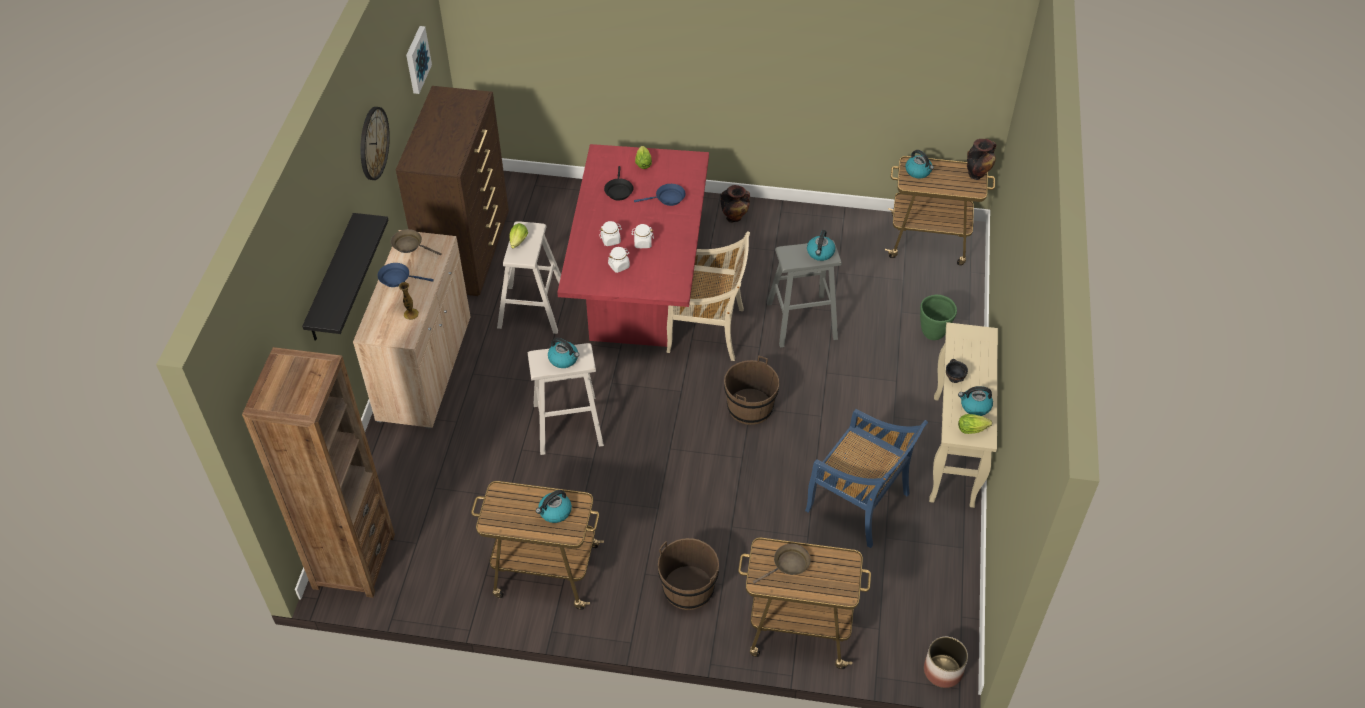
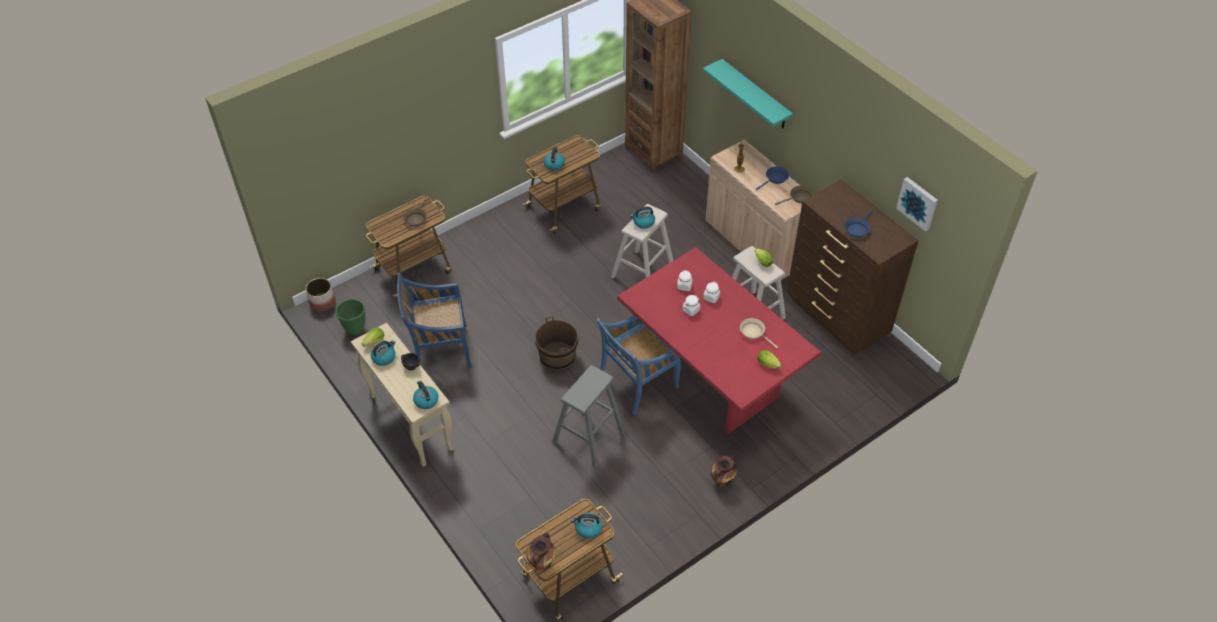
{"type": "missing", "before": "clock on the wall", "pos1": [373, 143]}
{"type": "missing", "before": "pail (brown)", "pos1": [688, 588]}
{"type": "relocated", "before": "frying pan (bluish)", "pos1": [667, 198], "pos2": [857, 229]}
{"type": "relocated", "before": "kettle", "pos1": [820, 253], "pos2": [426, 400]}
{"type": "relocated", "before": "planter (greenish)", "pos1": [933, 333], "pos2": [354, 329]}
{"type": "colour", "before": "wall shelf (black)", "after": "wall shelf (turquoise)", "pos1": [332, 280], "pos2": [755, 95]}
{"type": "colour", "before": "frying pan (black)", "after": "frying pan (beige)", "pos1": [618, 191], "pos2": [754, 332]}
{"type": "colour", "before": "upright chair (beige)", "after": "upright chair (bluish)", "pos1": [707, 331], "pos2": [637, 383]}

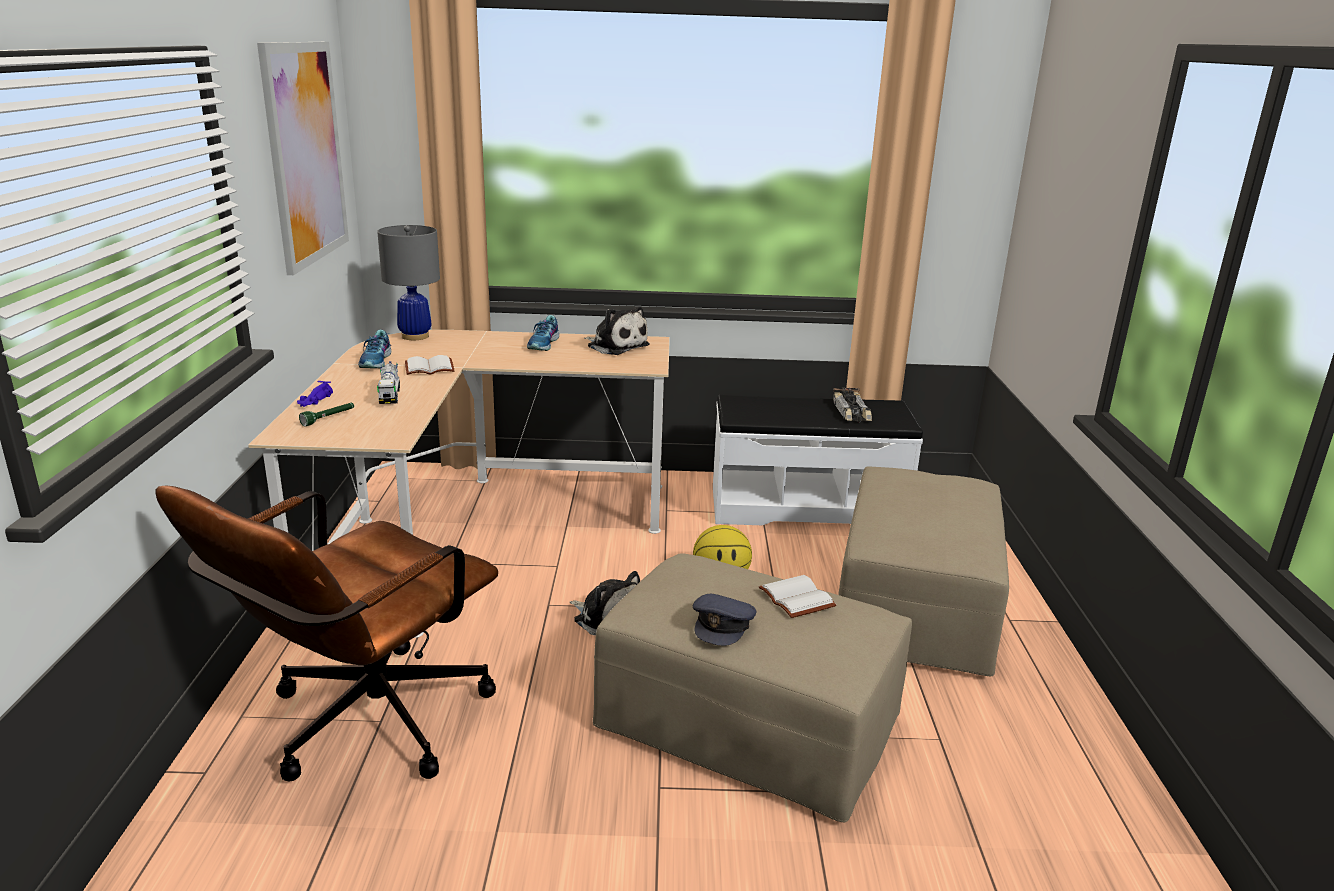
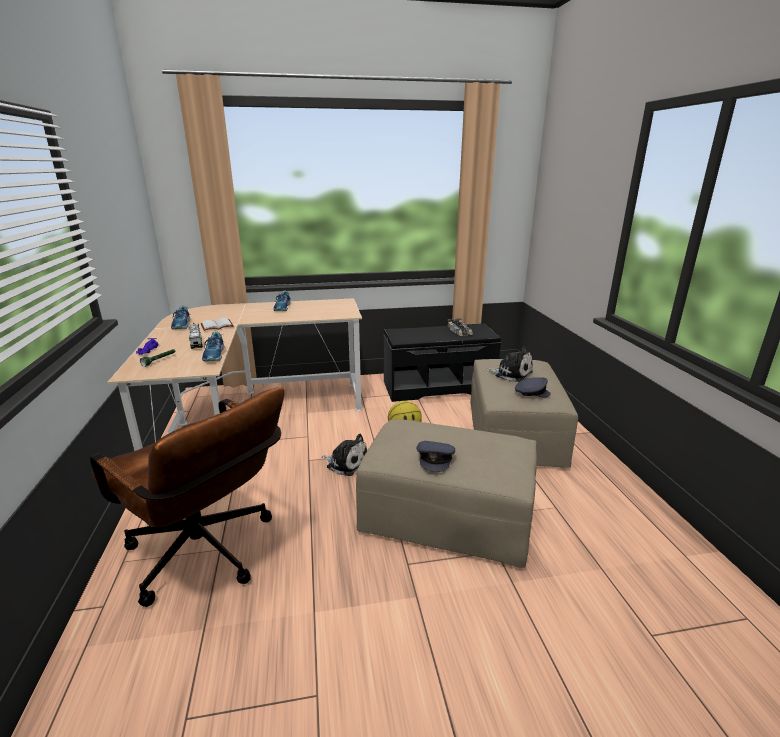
{"type": "missing", "before": "wall art", "pos1": [305, 153]}
{"type": "missing", "before": "lamp for a table (gray)", "pos1": [415, 336]}
{"type": "missing", "before": "bound book (whitish)", "pos1": [794, 598]}
{"type": "appeared", "after": "low shoe", "pos2": [215, 355]}
{"type": "appeared", "after": "baseball cap (gray)", "pos2": [531, 392]}
{"type": "relocated", "before": "cuddly toy", "pos1": [616, 346], "pos2": [511, 374]}
{"type": "colour", "before": "bench (whitish)", "after": "bench (black)", "pos1": [806, 507], "pos2": [438, 387]}
{"type": "spun", "before": "desk chair (brown)", "pos1": [362, 727], "pos2": [208, 556], "turn": -75}

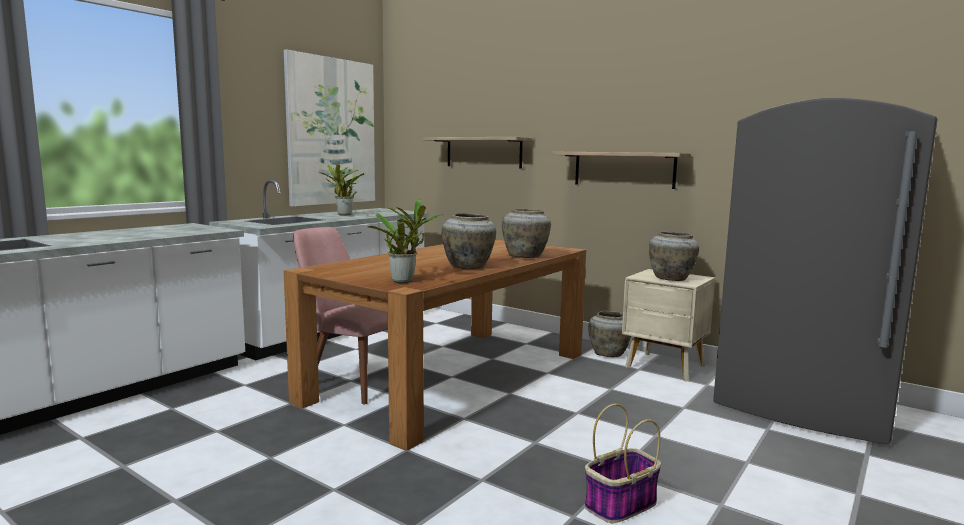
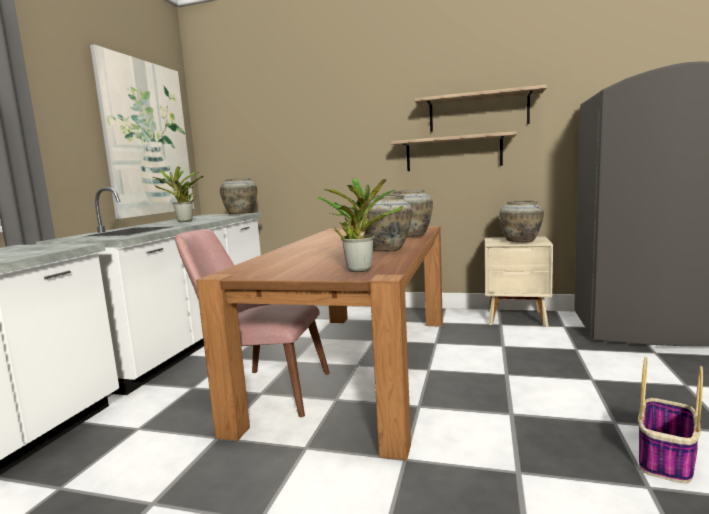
{"type": "relocated", "before": "wall shelf", "pos1": [483, 152], "pos2": [478, 112]}
{"type": "relocated", "before": "flower vase (beige)", "pos1": [609, 354], "pos2": [241, 214]}

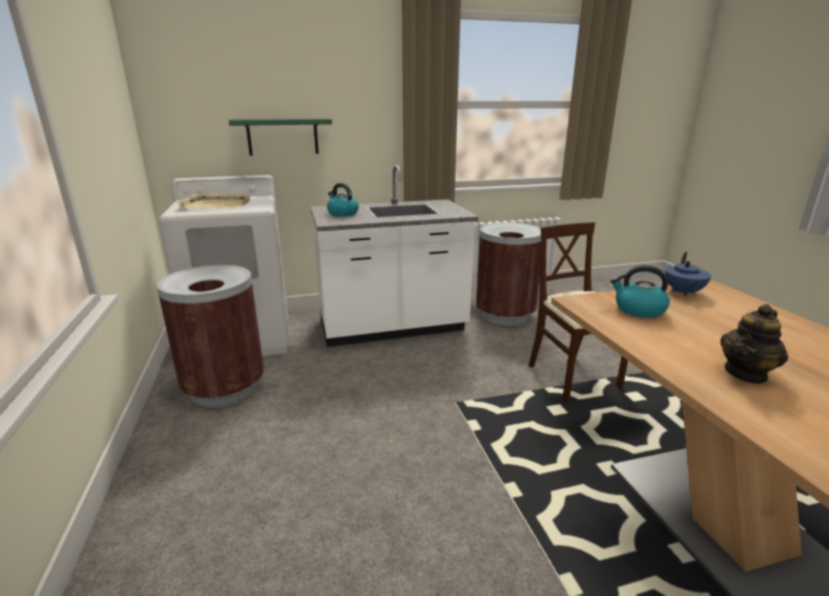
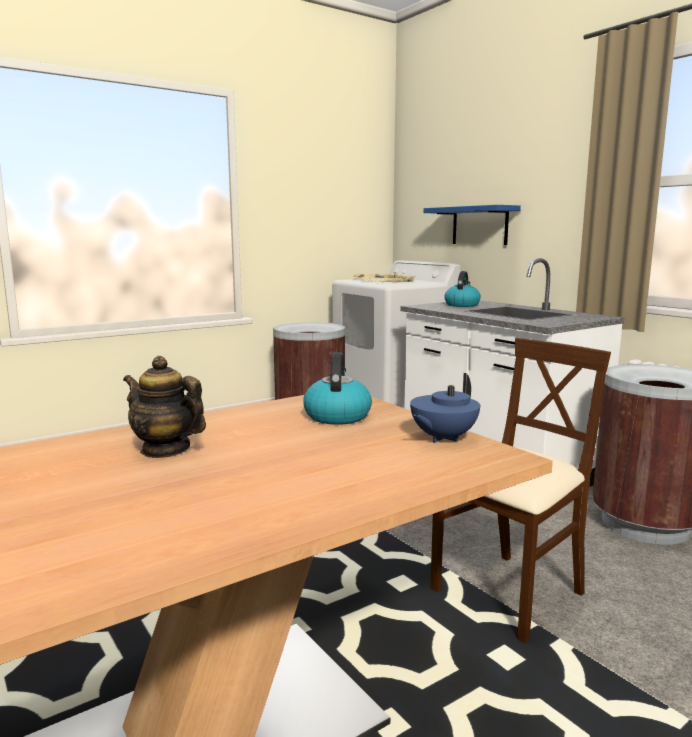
{"type": "colour", "before": "wall shelf (greenish)", "after": "wall shelf (bluish)", "pos1": [282, 136], "pos2": [479, 225]}
{"type": "spun", "before": "pot for tea (bluish)", "pos1": [683, 292], "pos2": [442, 438], "turn": -45}

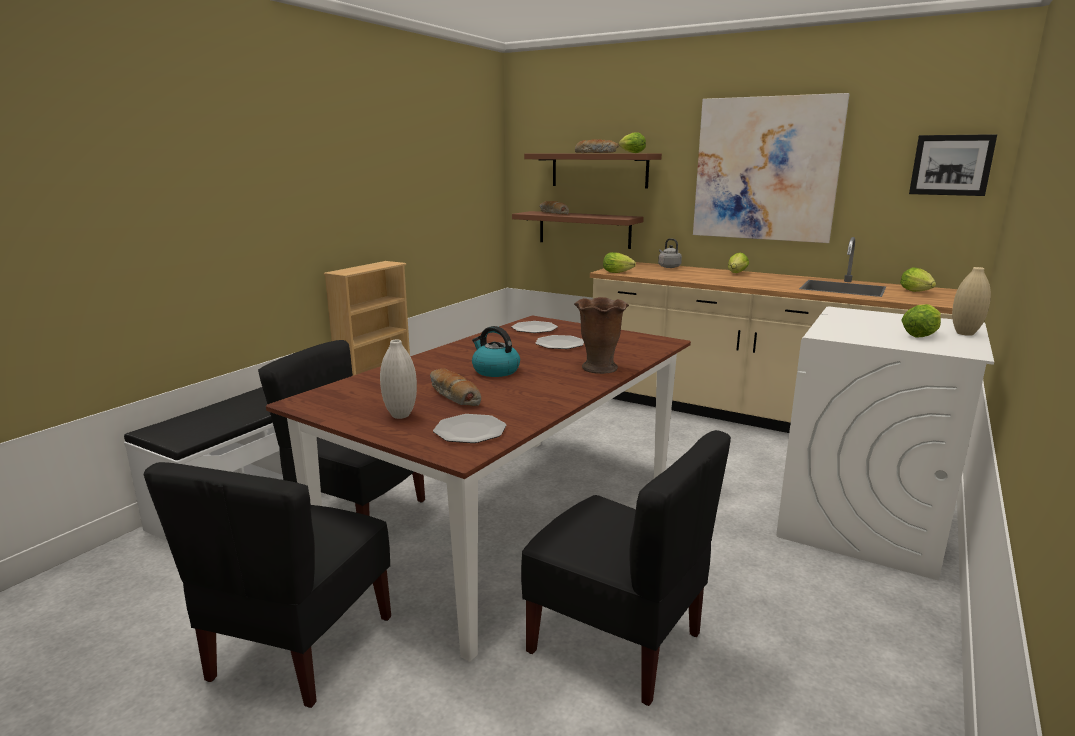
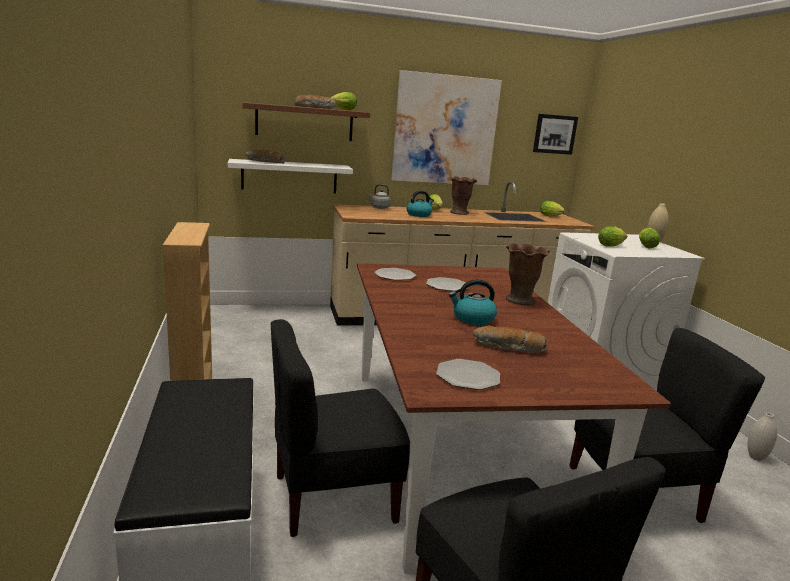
{"type": "appeared", "after": "kettle", "pos2": [419, 215]}
{"type": "appeared", "after": "flower vase (brown)", "pos2": [459, 213]}
{"type": "relocated", "before": "flower vase (whitish)", "pos1": [400, 415], "pos2": [755, 457]}
{"type": "relocated", "before": "flat dish", "pos1": [470, 431], "pos2": [468, 376]}
{"type": "relocated", "before": "head of lettuce", "pos1": [619, 273], "pos2": [611, 246]}
{"type": "colour", "before": "wall shelf (brown)", "after": "wall shelf (whitish)", "pos1": [584, 229], "pos2": [289, 176]}

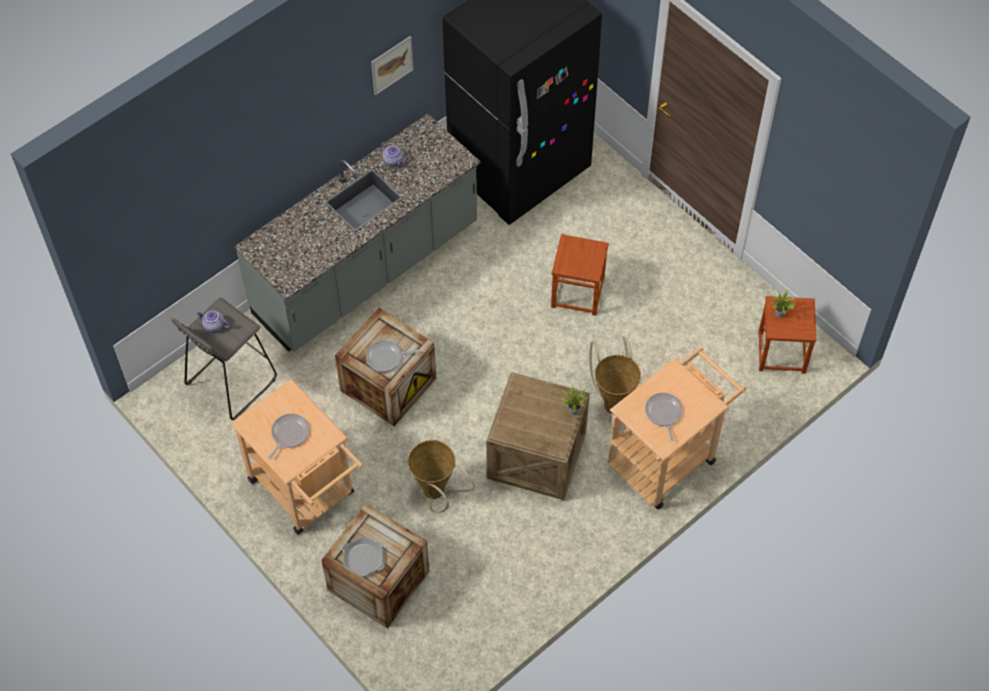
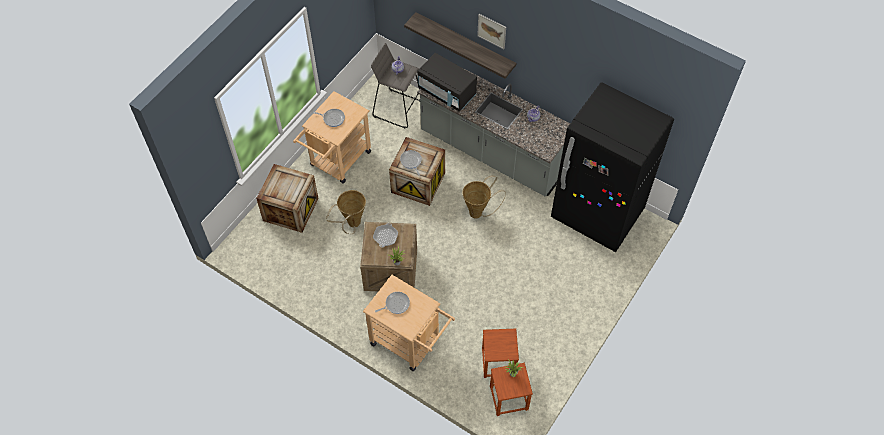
{"type": "appeared", "after": "wall shelf", "pos2": [465, 44]}
{"type": "appeared", "after": "microwave (black)", "pos2": [447, 92]}
{"type": "relocated", "before": "frying pan", "pos1": [363, 559], "pos2": [385, 236]}
{"type": "relocated", "before": "wall art", "pos1": [392, 65], "pos2": [492, 31]}
{"type": "relocated", "before": "stool (brown)", "pos1": [578, 292], "pos2": [498, 362]}
{"type": "relocated", "before": "storage basket", "pos1": [613, 400], "pos2": [478, 212]}

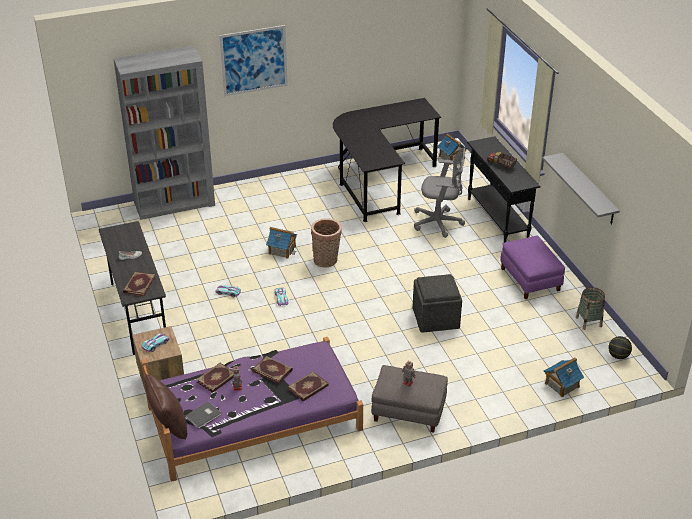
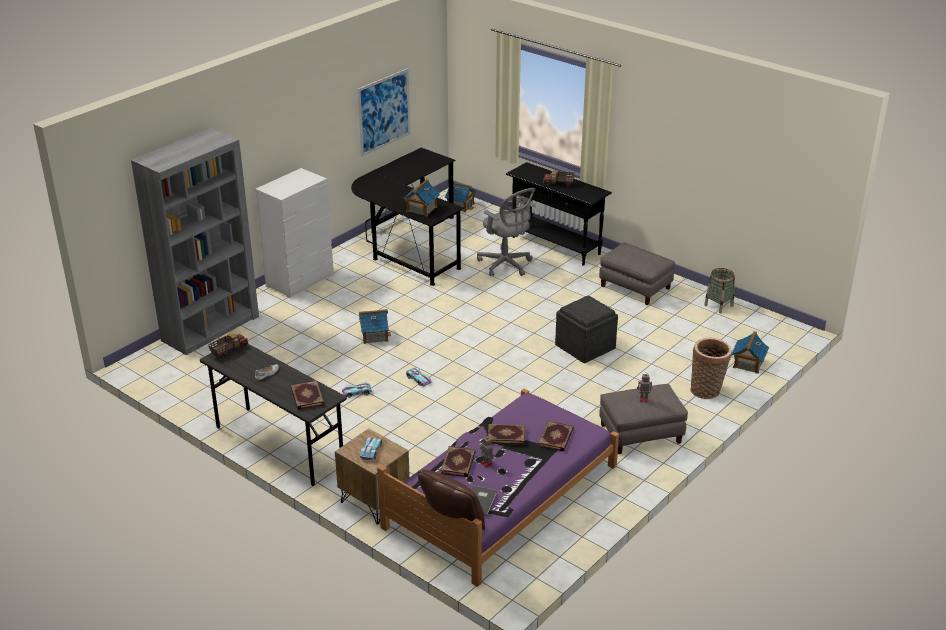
{"type": "missing", "before": "wall shelf (gray)", "pos1": [588, 189]}
{"type": "missing", "before": "ball for basketball", "pos1": [618, 356]}
{"type": "appeared", "after": "toy truck", "pos2": [228, 351]}
{"type": "appeared", "after": "drawer chest (whitish)", "pos2": [300, 280]}
{"type": "appeared", "after": "miniature house", "pos2": [421, 209]}
{"type": "relocated", "before": "wall art", "pos1": [254, 60], "pos2": [384, 112]}
{"type": "relocated", "before": "storage basket", "pos1": [326, 261], "pos2": [707, 390]}
{"type": "colour", "before": "pouffe (purple-coloured)", "after": "pouffe (gray)", "pos1": [530, 279], "pos2": [635, 287]}
{"type": "spun", "before": "desk chair (gray)", "pos1": [439, 223], "pos2": [506, 265], "turn": 75}

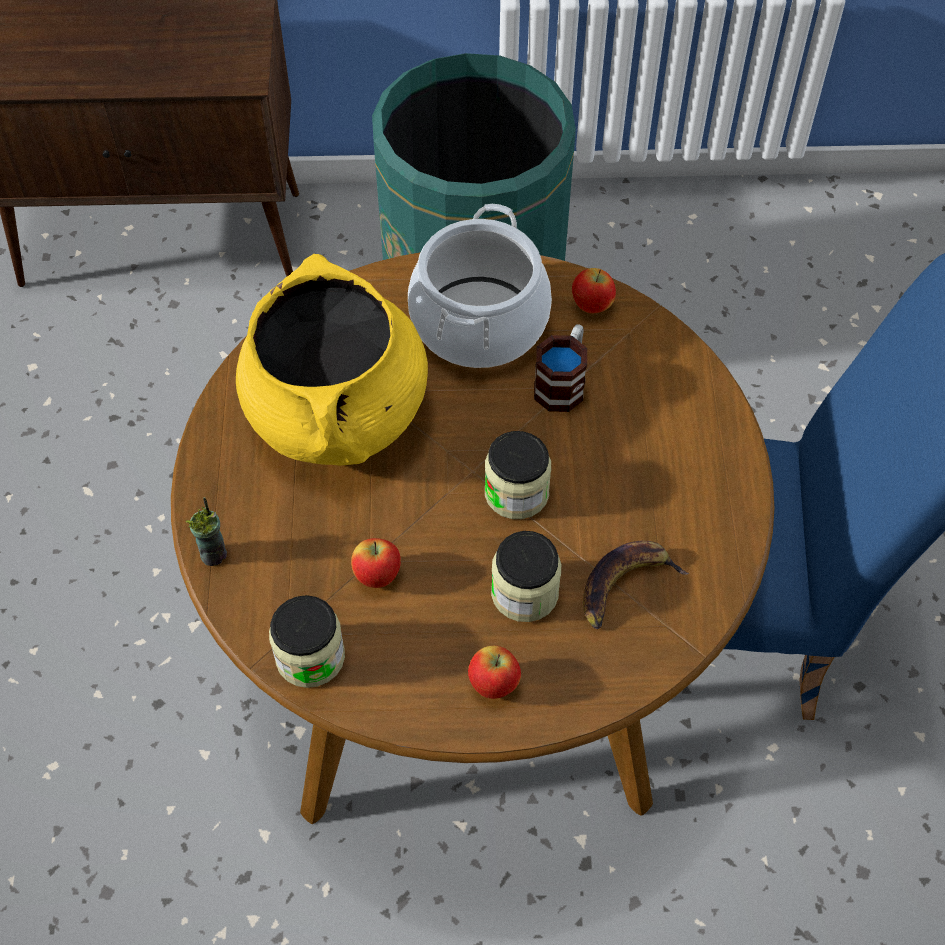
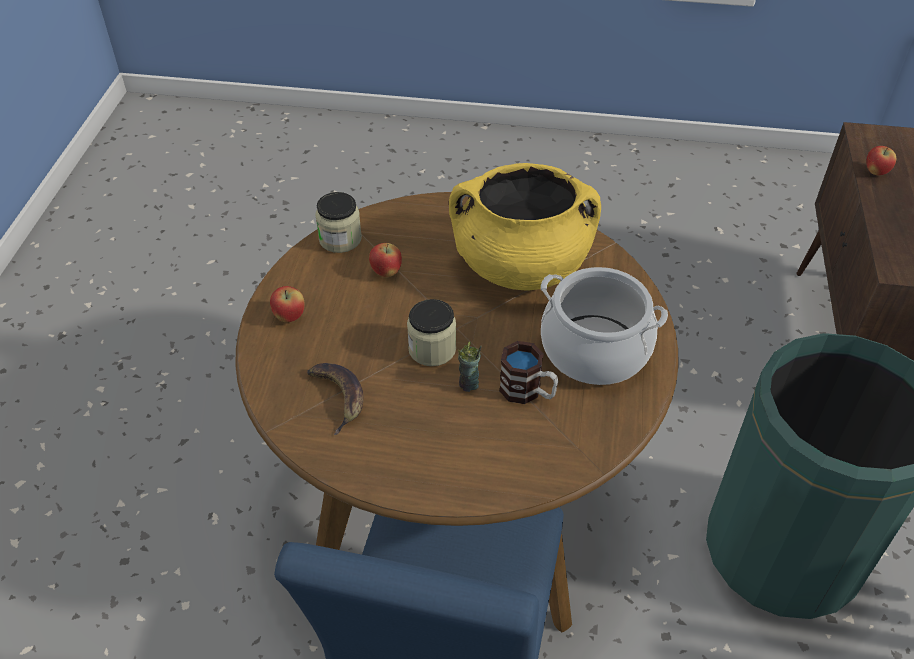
{"type": "missing", "before": "jar", "pos1": [524, 593]}
{"type": "relocated", "before": "cup", "pos1": [214, 554], "pos2": [469, 384]}
{"type": "relocated", "before": "apple", "pos1": [591, 306], "pos2": [875, 172]}

